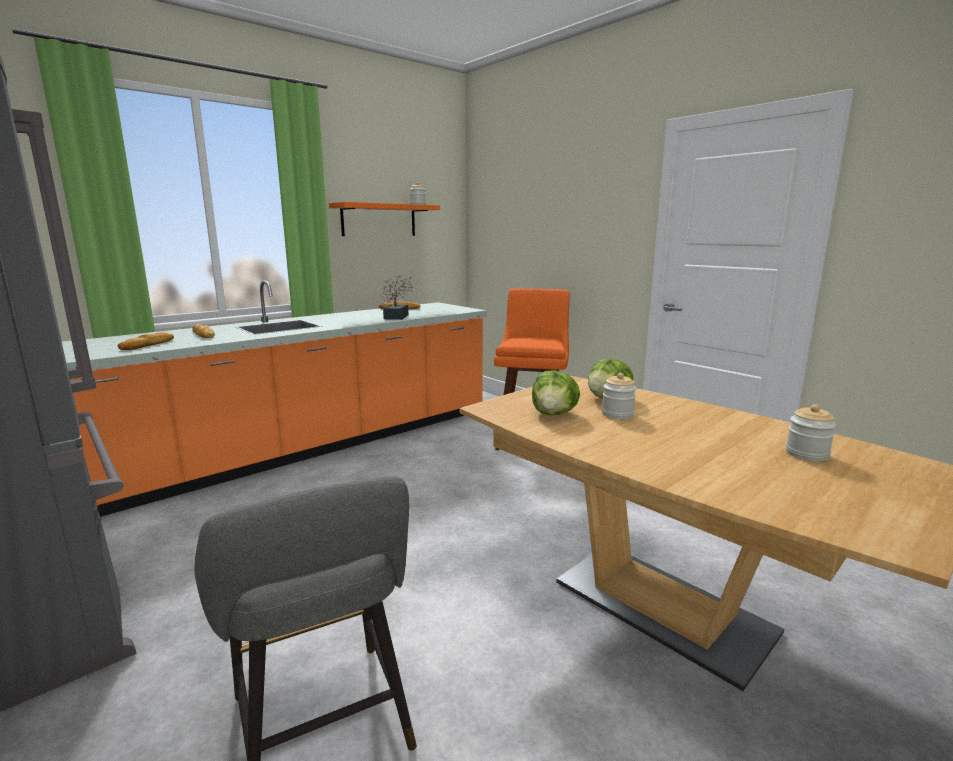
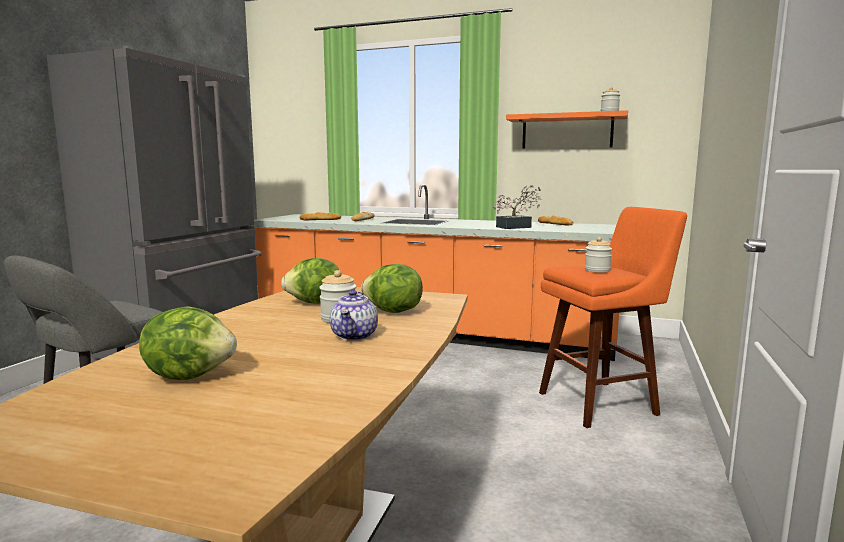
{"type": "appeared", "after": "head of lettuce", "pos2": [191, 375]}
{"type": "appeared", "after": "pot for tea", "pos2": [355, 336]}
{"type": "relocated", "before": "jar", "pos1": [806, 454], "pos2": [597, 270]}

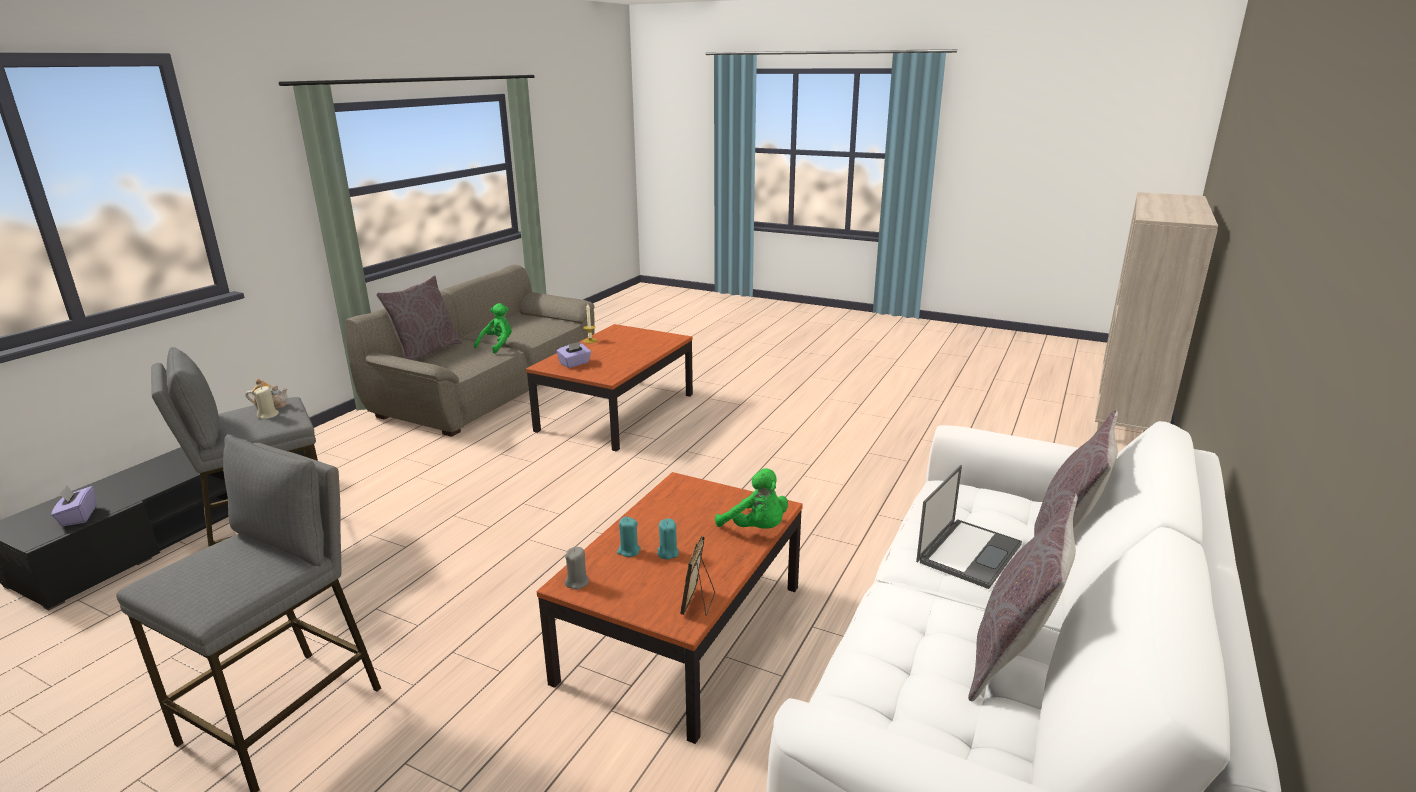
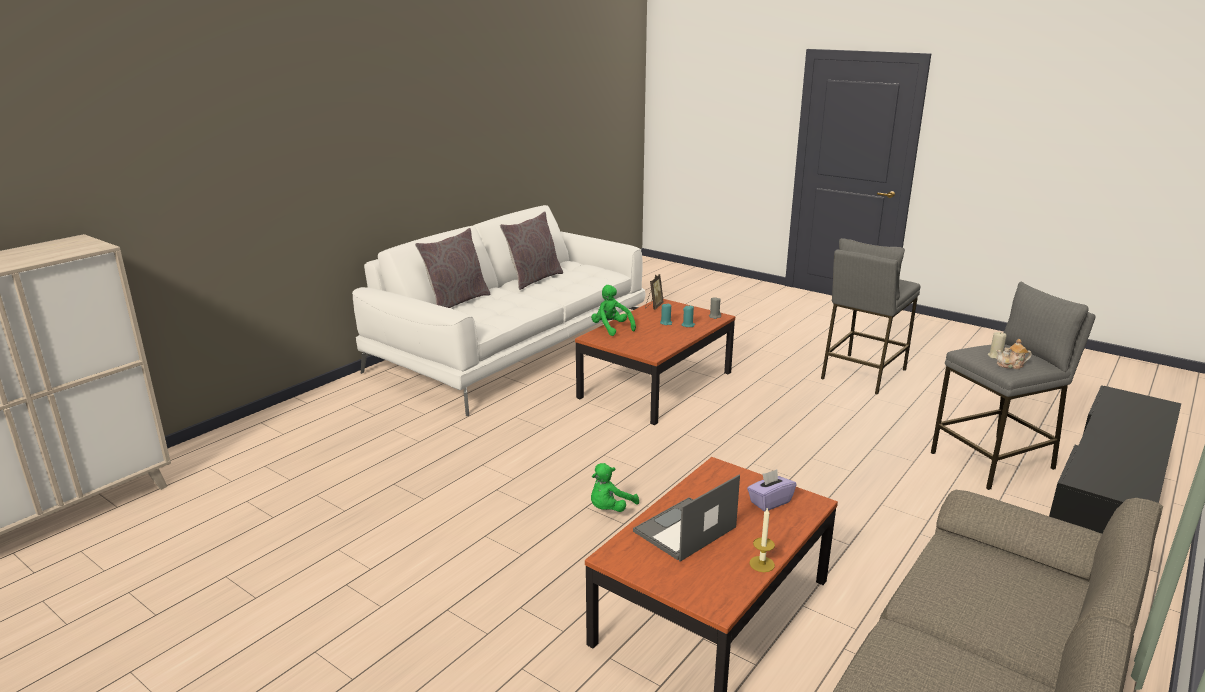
{"type": "missing", "before": "box of tissues (purple-coloured)", "pos1": [78, 517]}
{"type": "missing", "before": "throw pillow (gray)", "pos1": [426, 352]}
{"type": "relocated", "before": "cuddly toy (greenish)", "pos1": [497, 346], "pos2": [610, 509]}
{"type": "relocated", "before": "laptop", "pos1": [969, 552], "pos2": [684, 530]}

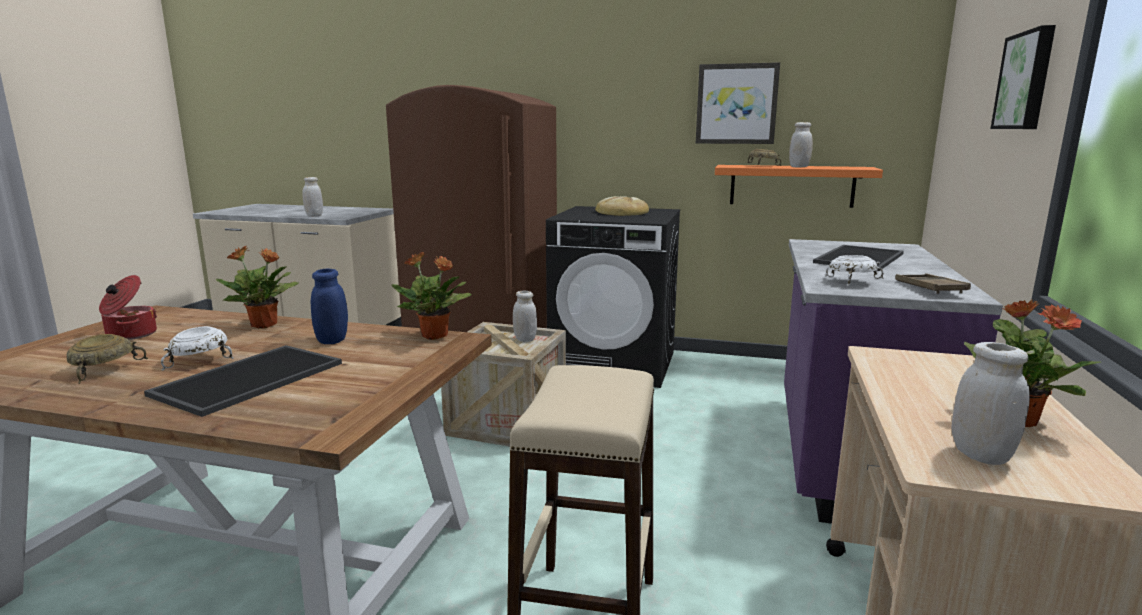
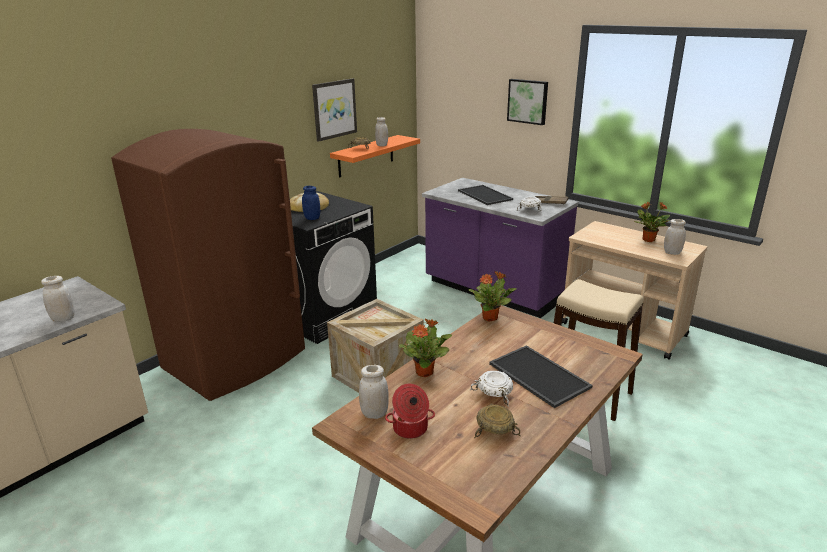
{"type": "relocated", "before": "jar (bluish)", "pos1": [332, 340], "pos2": [312, 218]}
{"type": "relocated", "before": "jar (whitish)", "pos1": [525, 339], "pos2": [374, 414]}

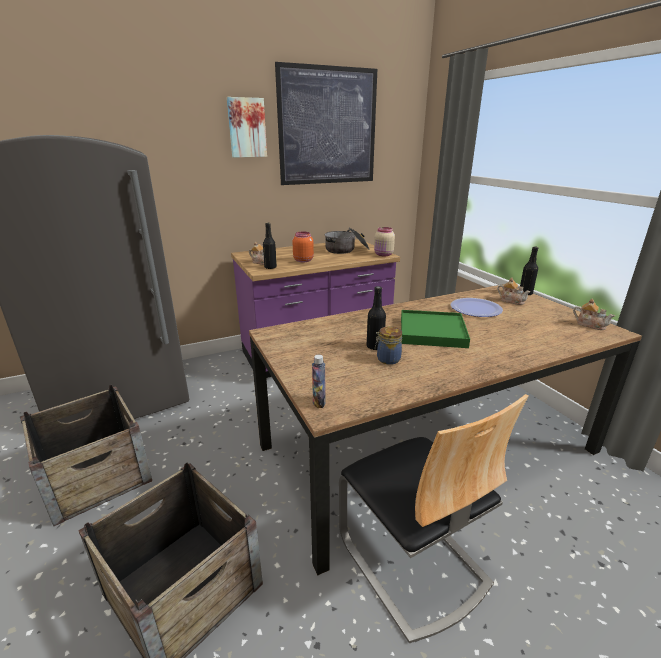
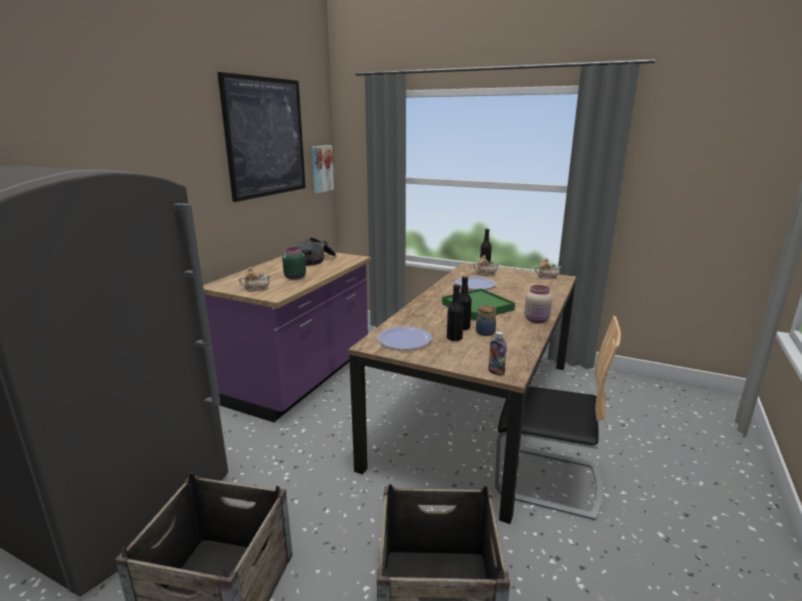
{"type": "appeared", "after": "flat dish", "pos2": [404, 339]}
{"type": "relocated", "before": "wall art", "pos1": [247, 128], "pos2": [321, 168]}
{"type": "relocated", "before": "beverage bottle (black)", "pos1": [270, 267], "pos2": [454, 338]}
{"type": "relocated", "before": "jar (beige)", "pos1": [383, 255], "pos2": [537, 320]}
{"type": "colour", "before": "jar (orangey)", "after": "jar (greenish)", "pos1": [303, 260], "pos2": [294, 277]}

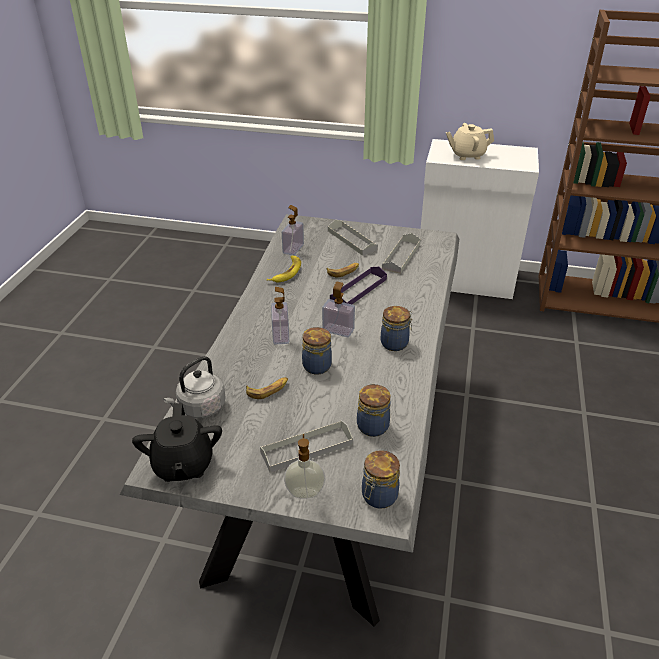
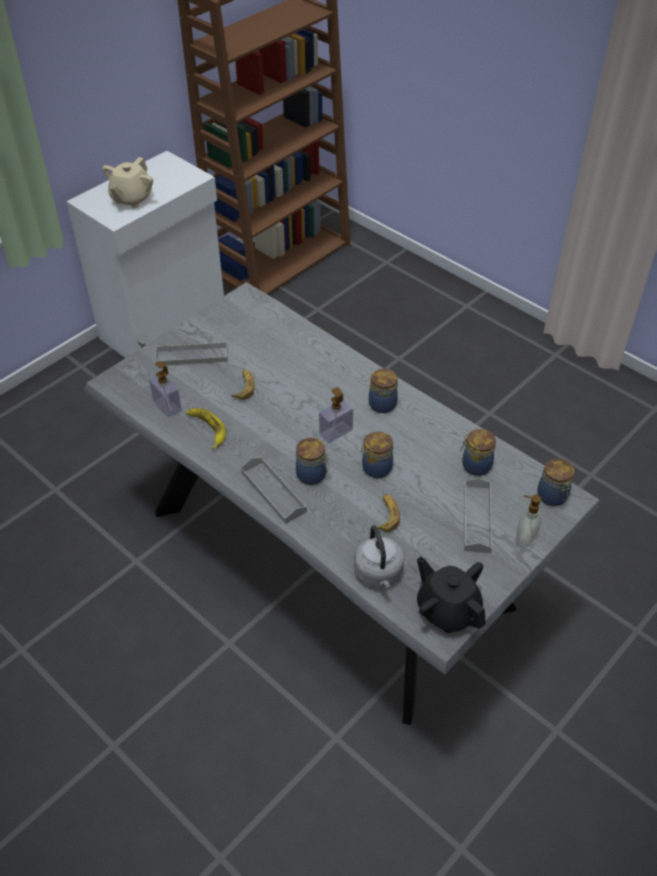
{"type": "missing", "before": "serving tray (purple-coloured)", "pos1": [358, 289]}
{"type": "relocated", "before": "serving tray (gray)", "pos1": [401, 256], "pos2": [273, 492]}
{"type": "exchanged", "before": "liquid soap bottle", "after": "jar", "pos1": [280, 335], "pos2": [312, 475]}
{"type": "spun", "before": "pot for tea (black)", "pos1": [183, 465], "pos2": [447, 610], "turn": -150}

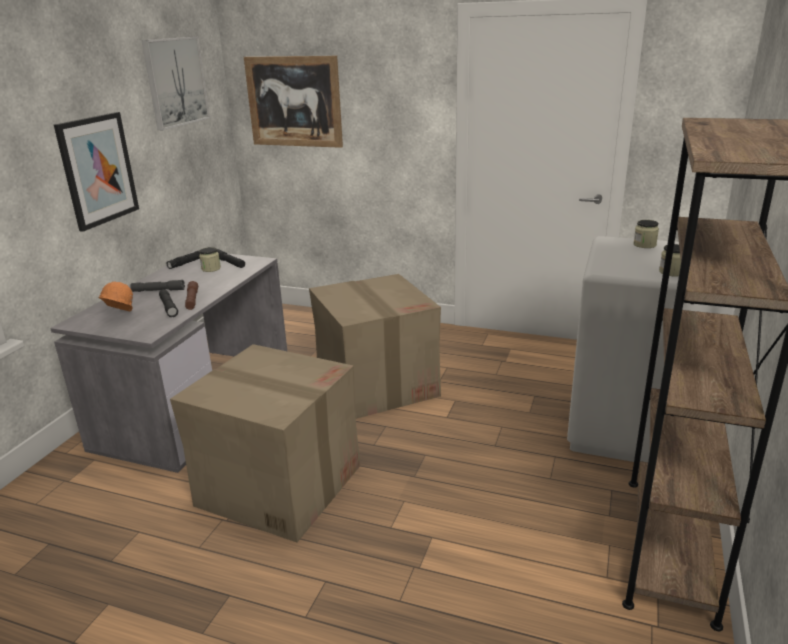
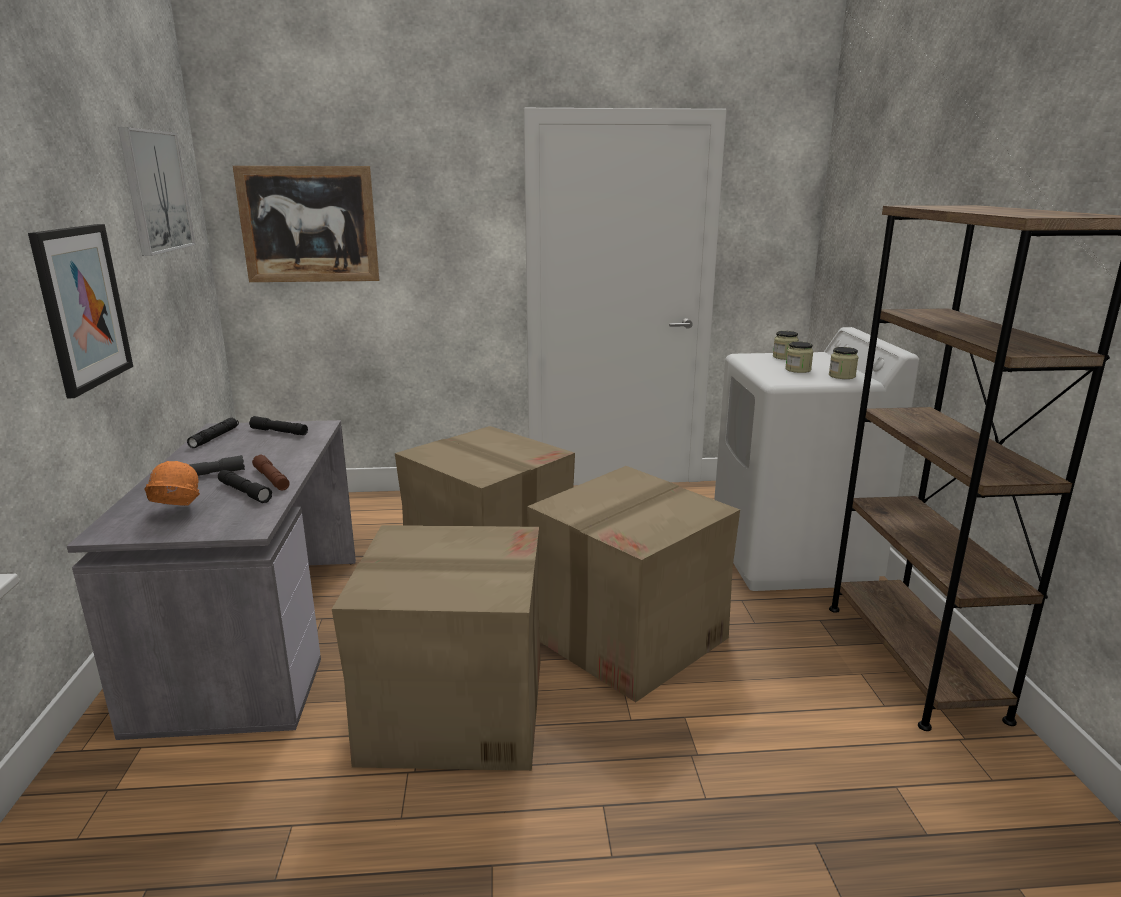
{"type": "appeared", "after": "carton", "pos2": [629, 636]}
{"type": "relocated", "before": "jar", "pos1": [211, 268], "pos2": [798, 370]}

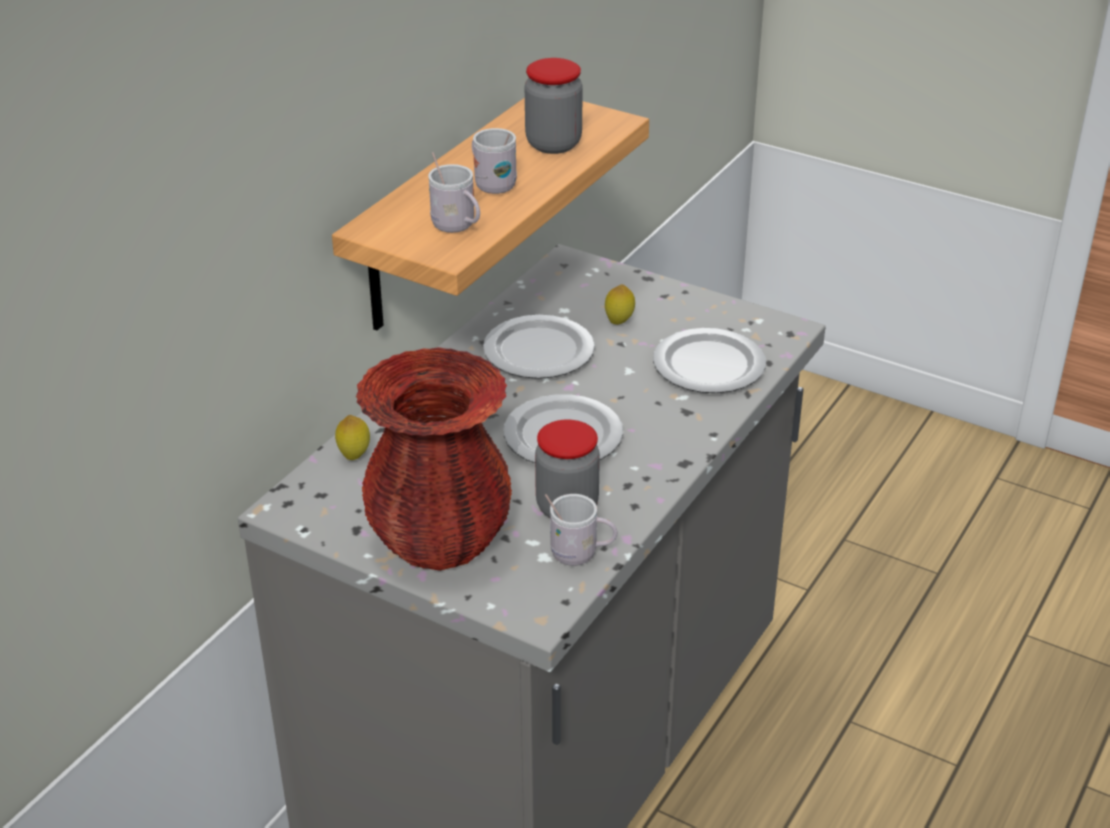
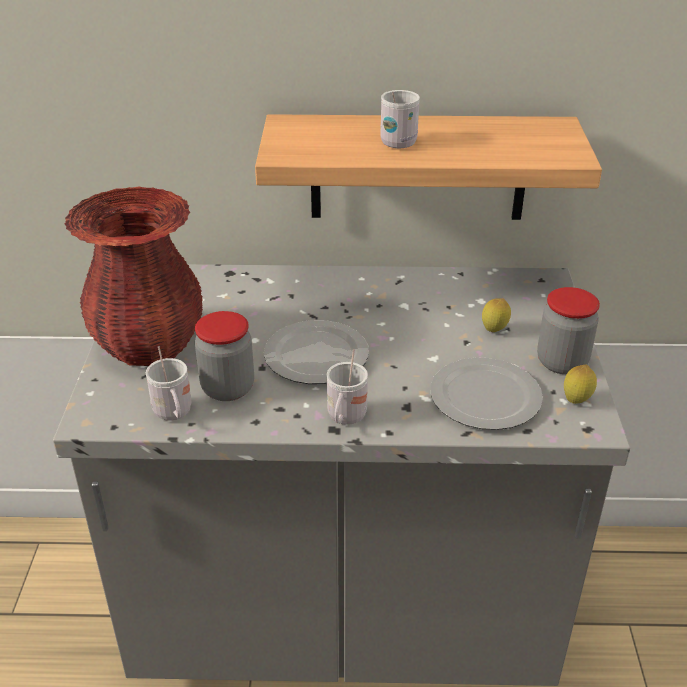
{"type": "missing", "before": "flat dish", "pos1": [537, 352]}
{"type": "relocated", "before": "whole lemon", "pos1": [354, 456], "pos2": [576, 401]}
{"type": "relocated", "before": "coffee mug (whitish)", "pos1": [457, 228], "pos2": [345, 419]}
{"type": "relocated", "before": "jar", "pos1": [553, 144], "pos2": [562, 362]}

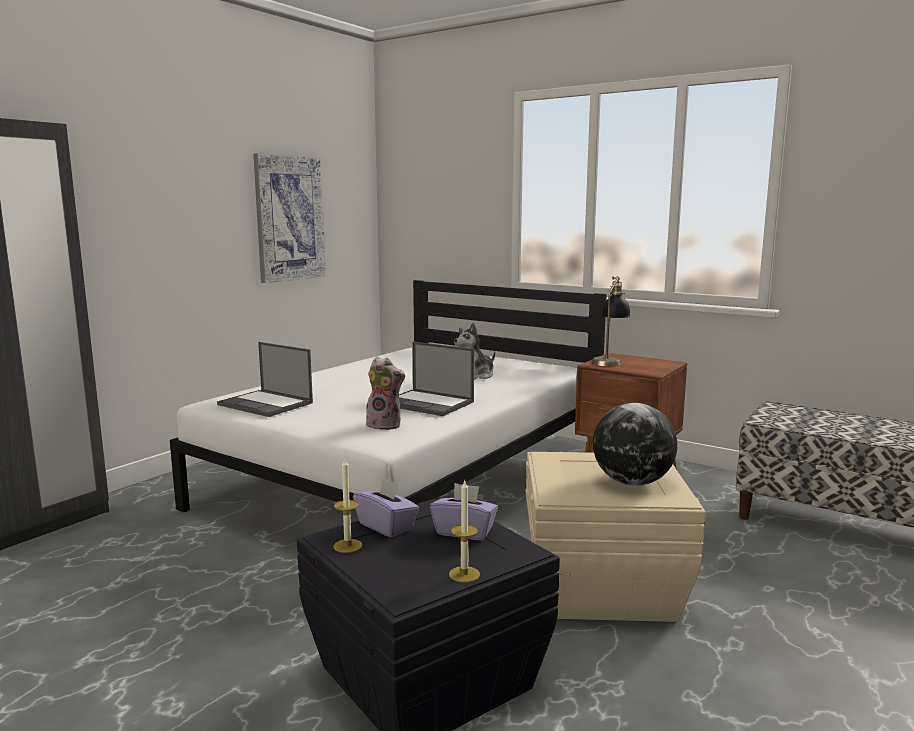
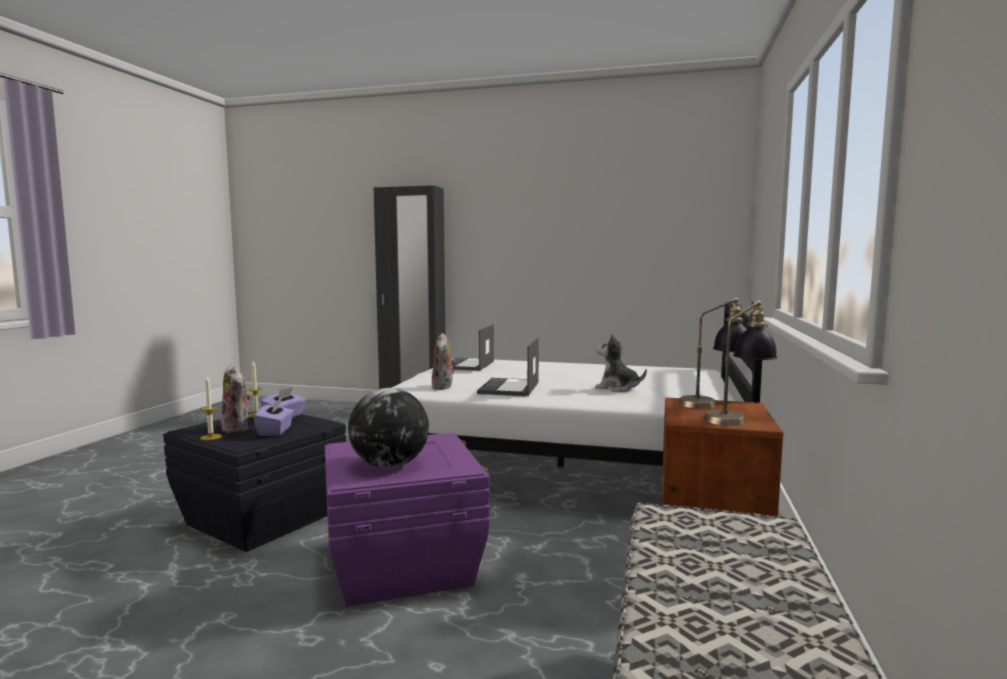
{"type": "missing", "before": "wall art", "pos1": [289, 218]}
{"type": "appeared", "after": "cuddly toy", "pos2": [238, 429]}
{"type": "appeared", "after": "lamp for a table", "pos2": [738, 418]}
{"type": "colour", "before": "storage container (beige)", "after": "storage container (purple-coloured)", "pos1": [599, 585], "pos2": [404, 563]}

